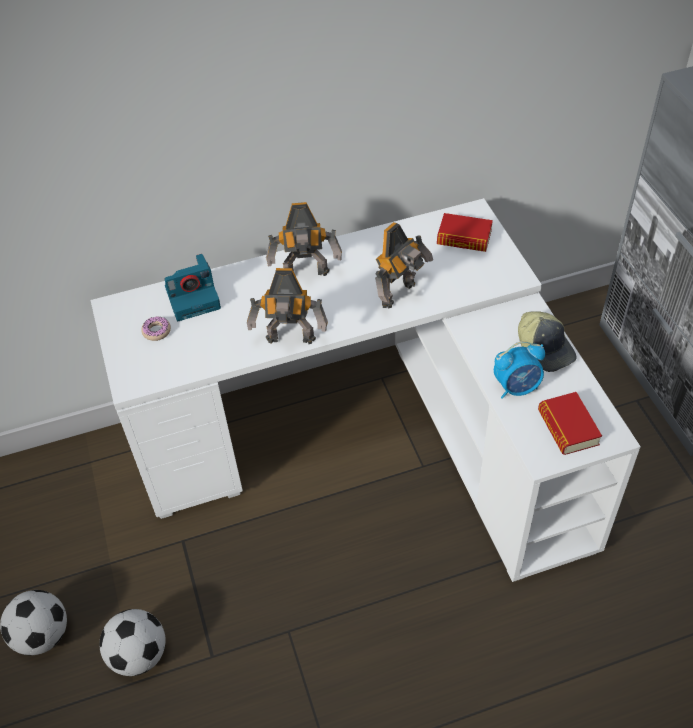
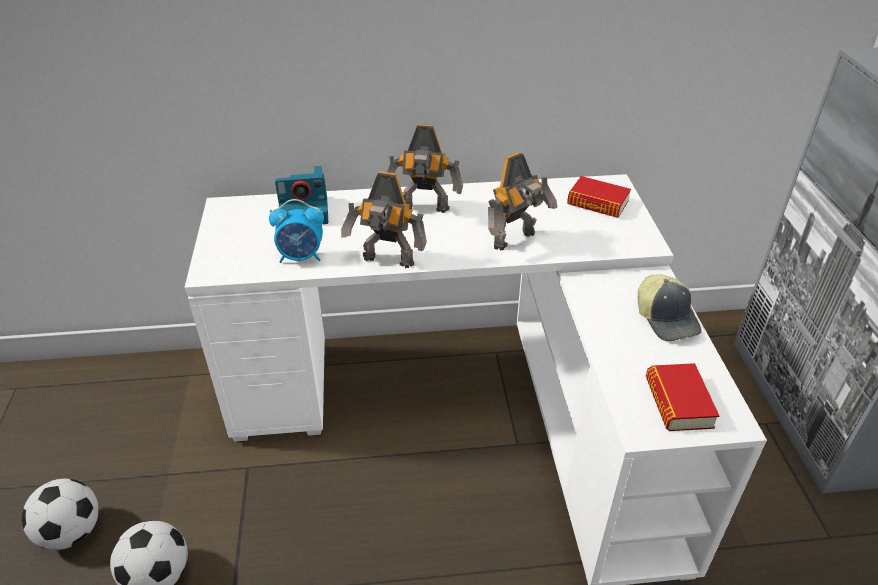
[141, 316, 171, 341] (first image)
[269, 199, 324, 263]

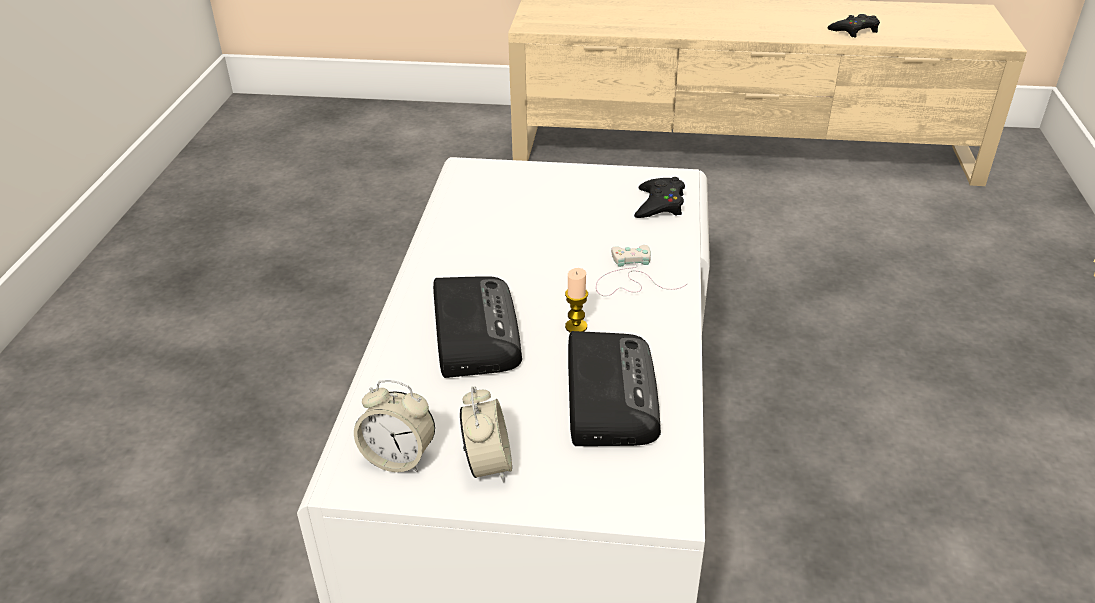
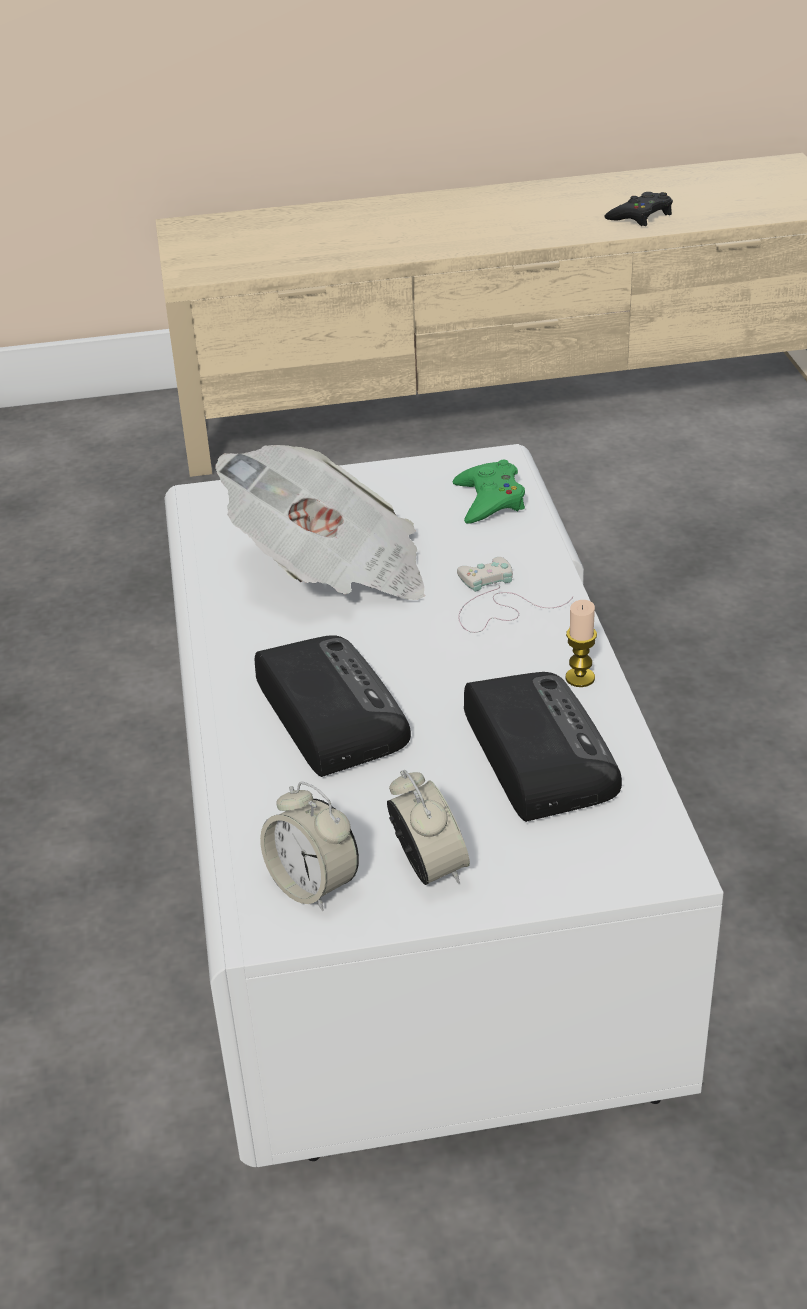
[215, 445, 425, 600]
[565, 600, 597, 687]
[453, 460, 525, 523]
[260, 781, 359, 911]

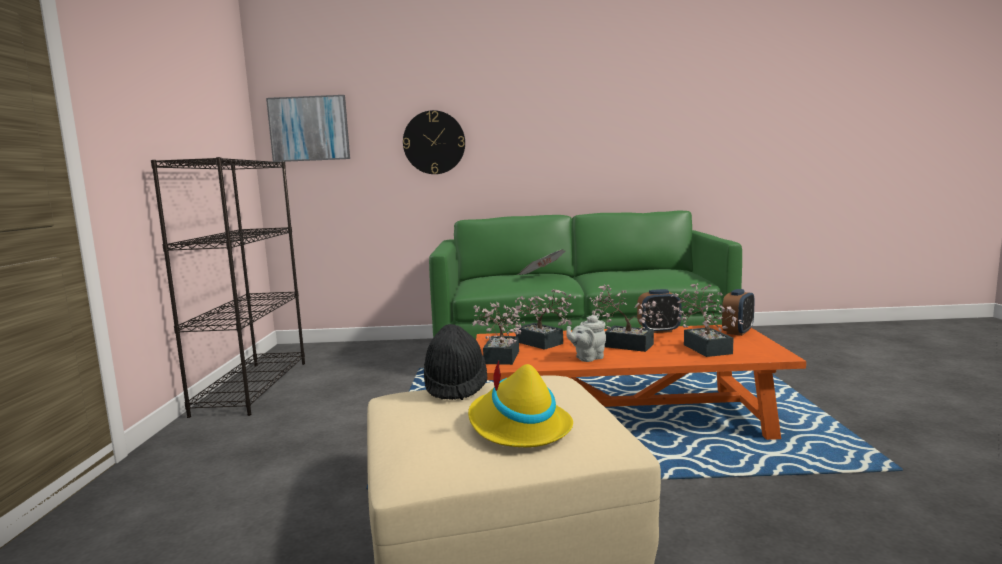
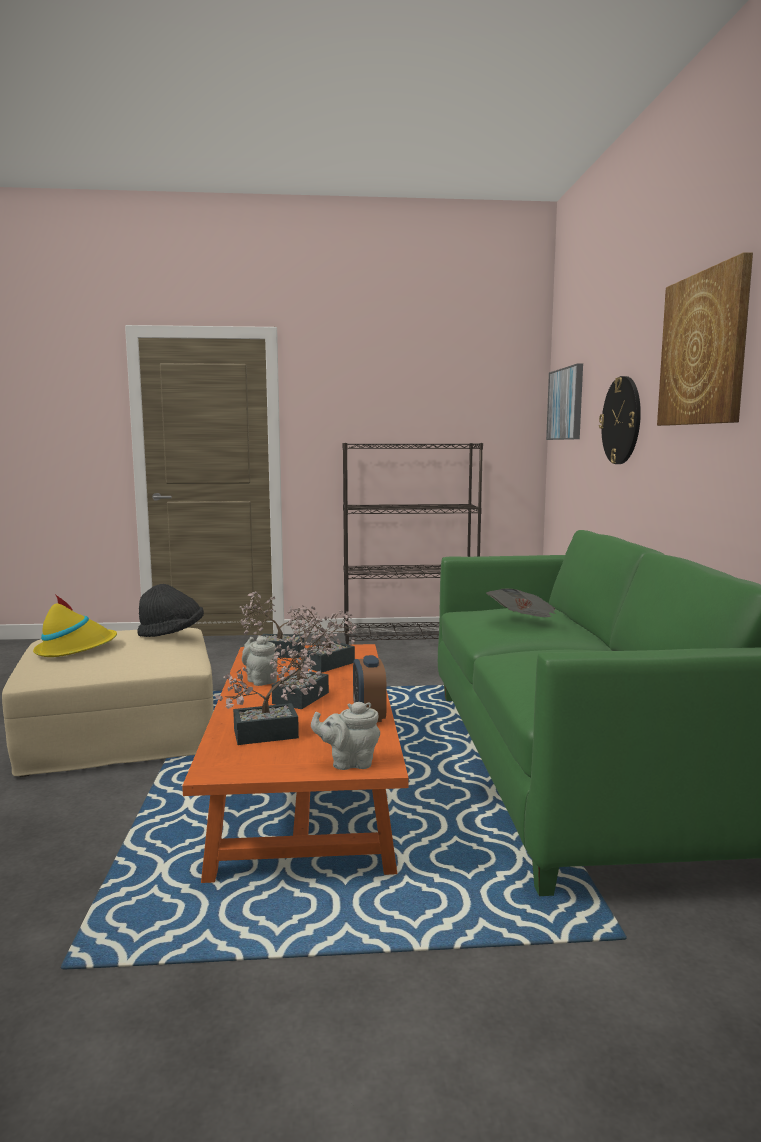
[657, 252, 753, 426]
[311, 702, 380, 770]

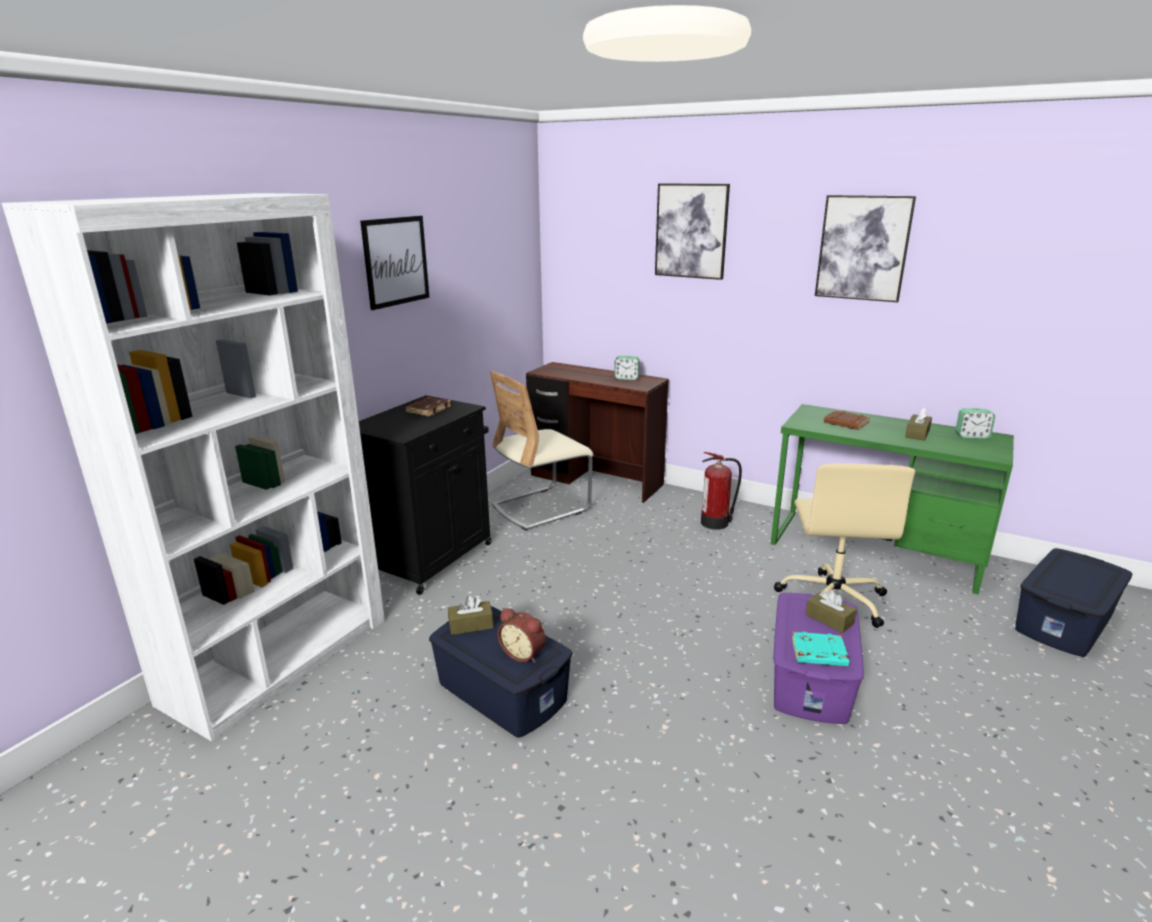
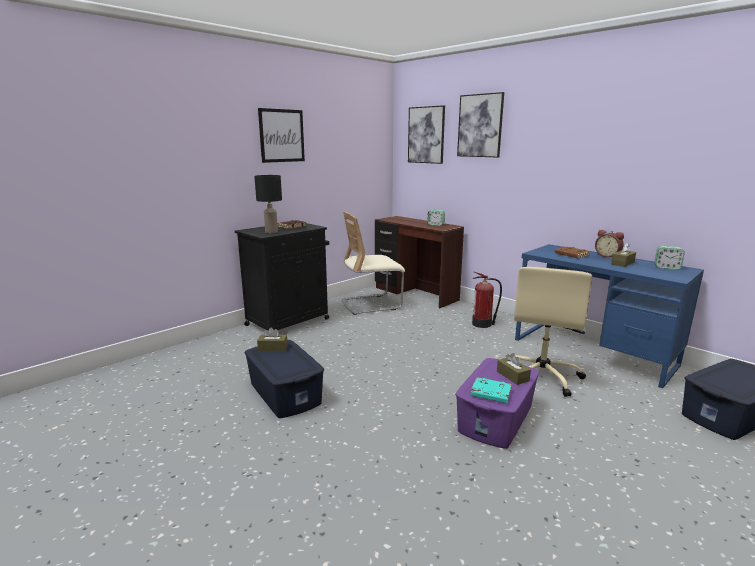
[2, 193, 385, 741] (first image)
[254, 175, 282, 233]
[595, 230, 624, 257]
[408, 105, 445, 164]
[515, 244, 704, 388]

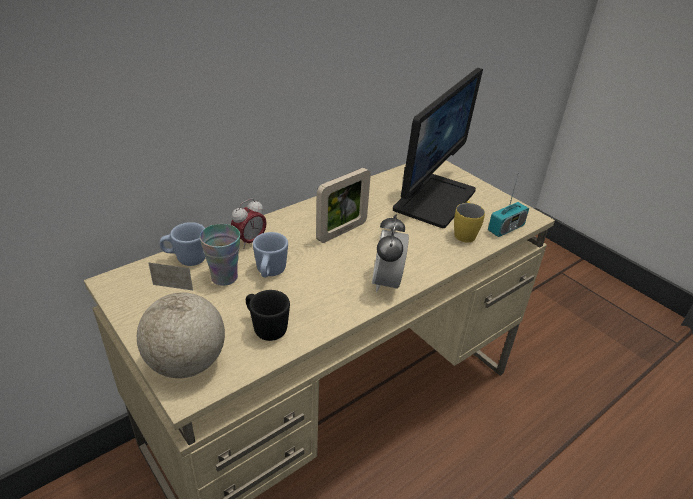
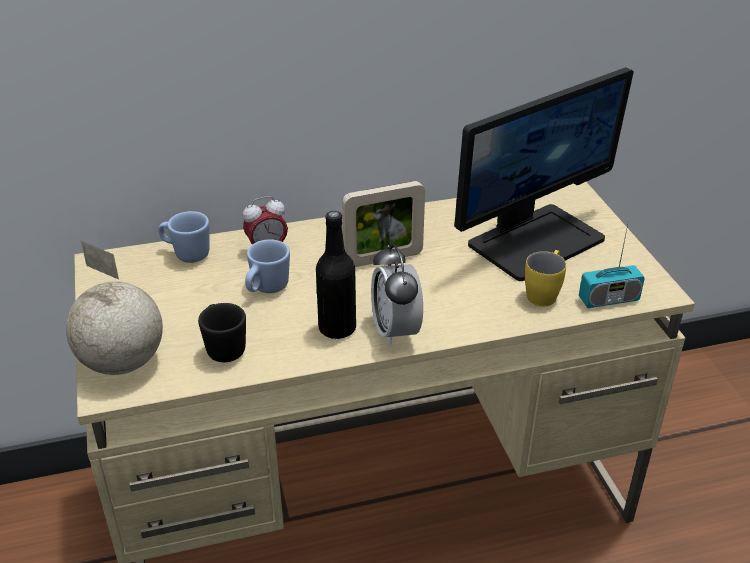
[200, 224, 240, 286] (first image)
[316, 211, 356, 339]
[371, 244, 423, 347]

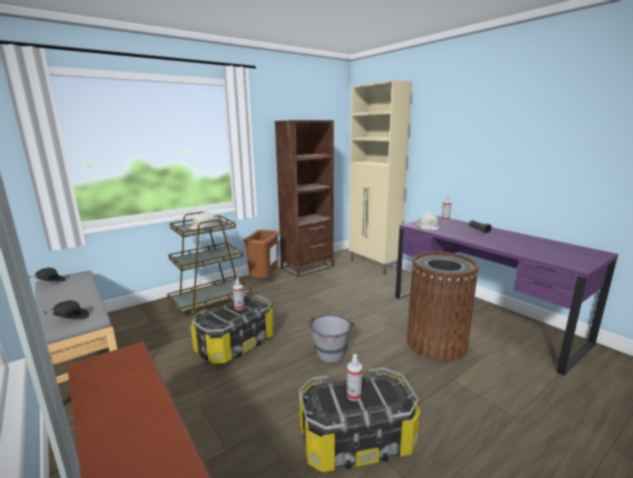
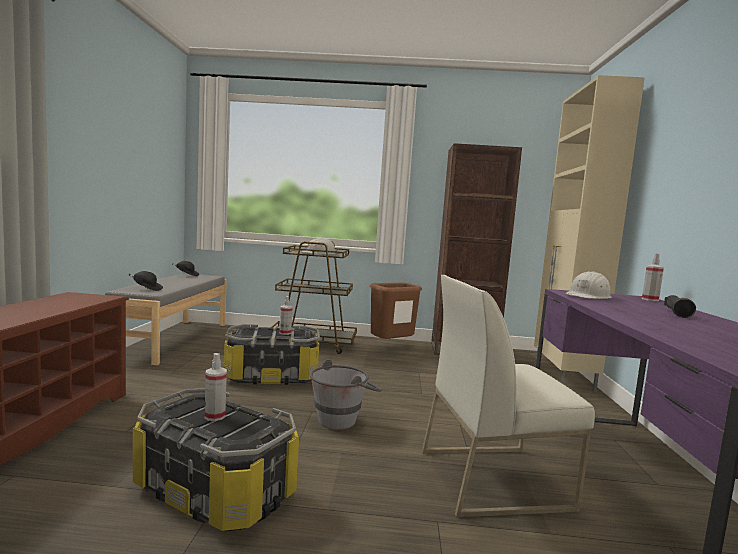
[422, 275, 595, 517]

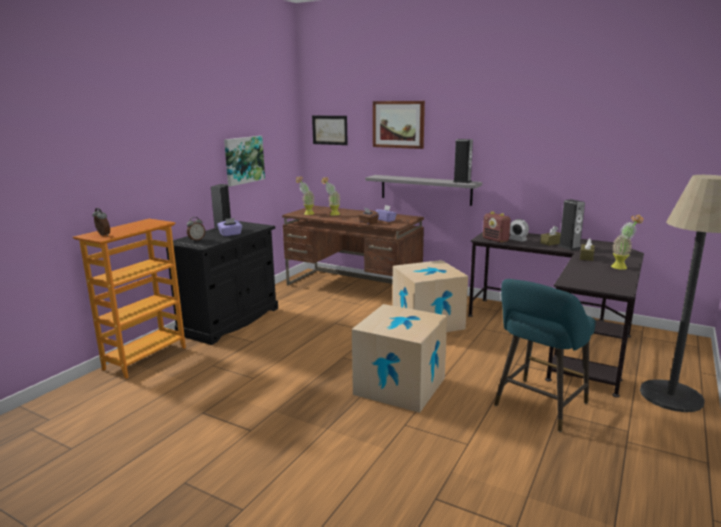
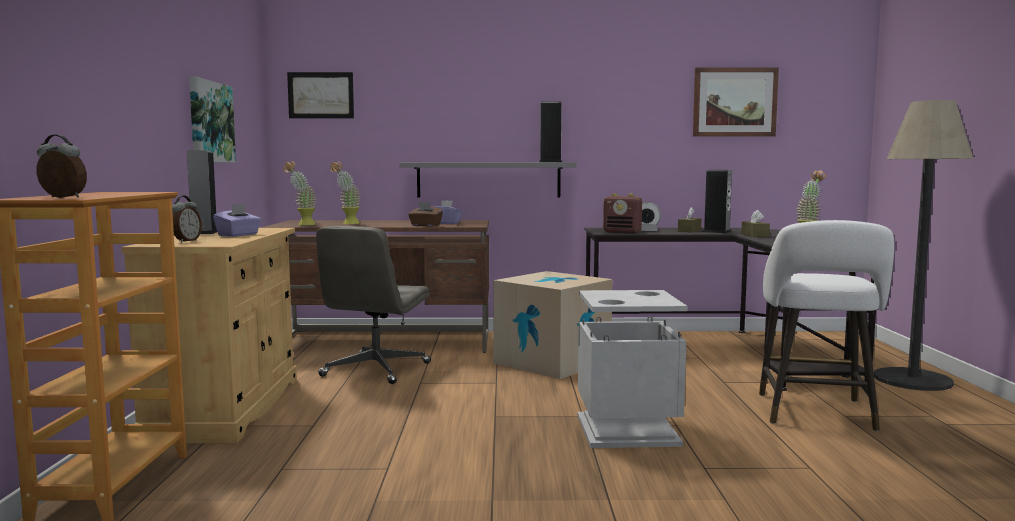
[316, 226, 431, 384]
[693, 68, 779, 136]
[578, 290, 688, 448]
[121, 228, 297, 443]
[759, 220, 894, 432]

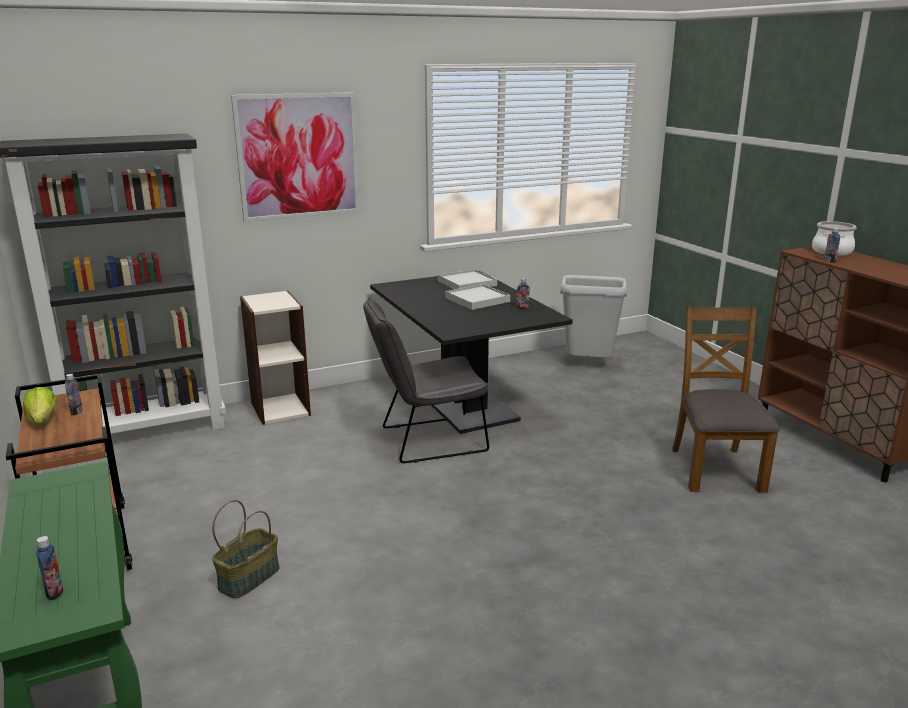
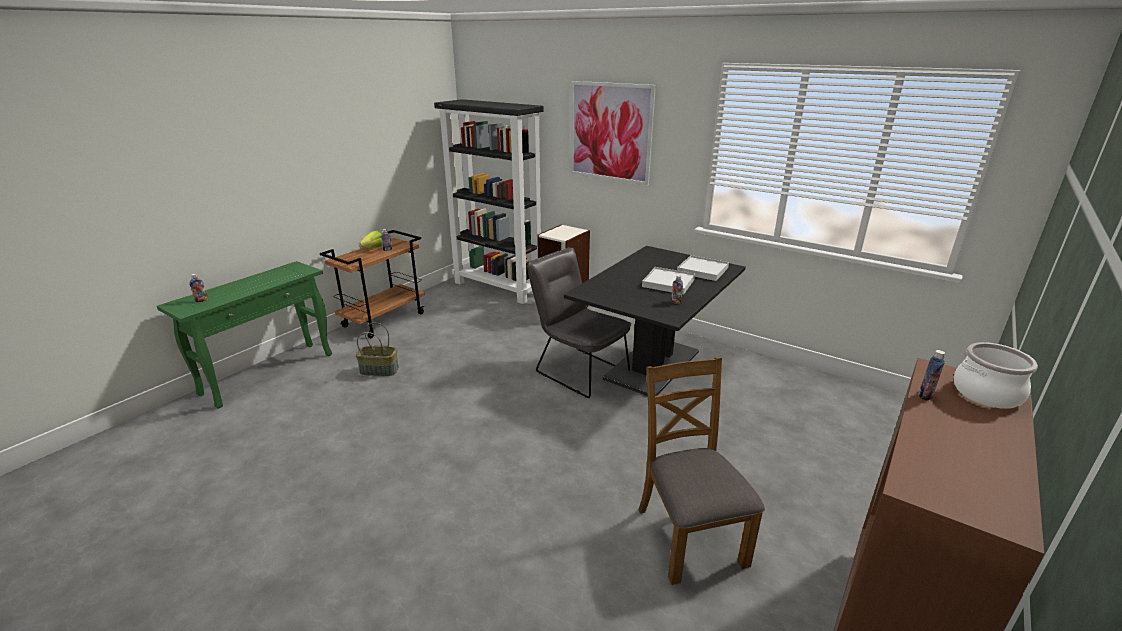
[560, 275, 627, 358] (first image)
[638, 357, 765, 585]

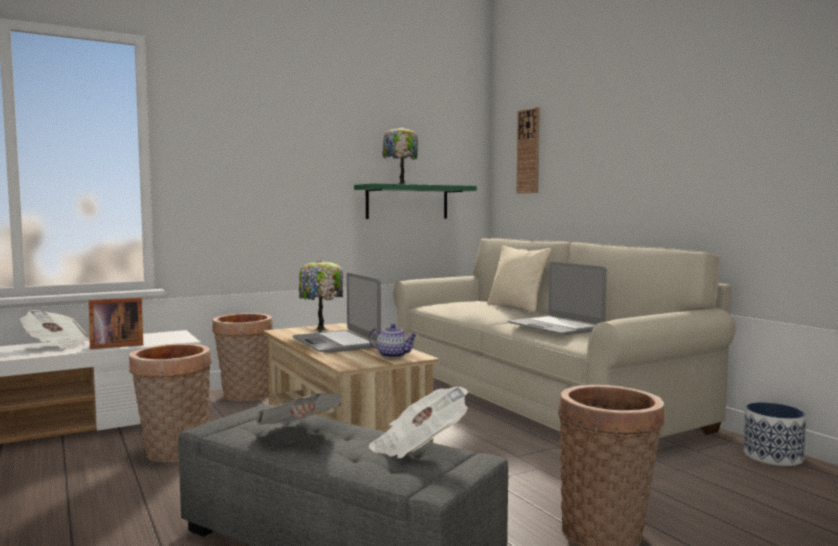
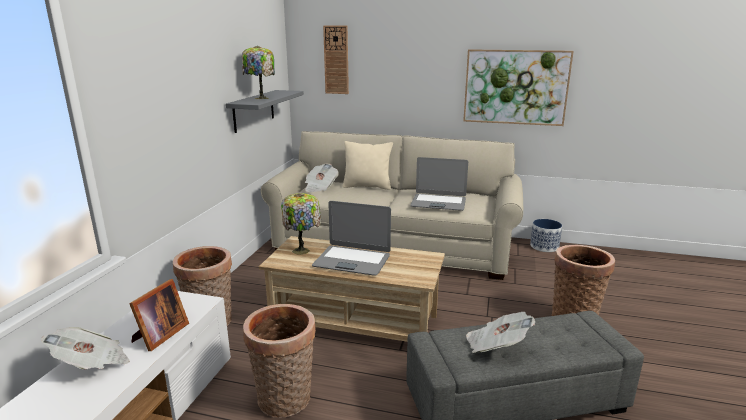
[369, 324, 418, 358] (first image)
[463, 49, 574, 126]
[305, 163, 339, 192]
[226, 90, 304, 133]

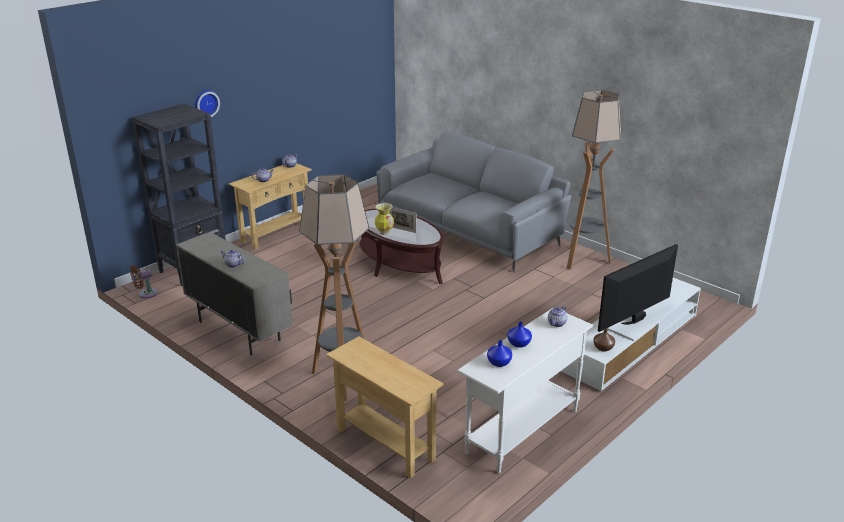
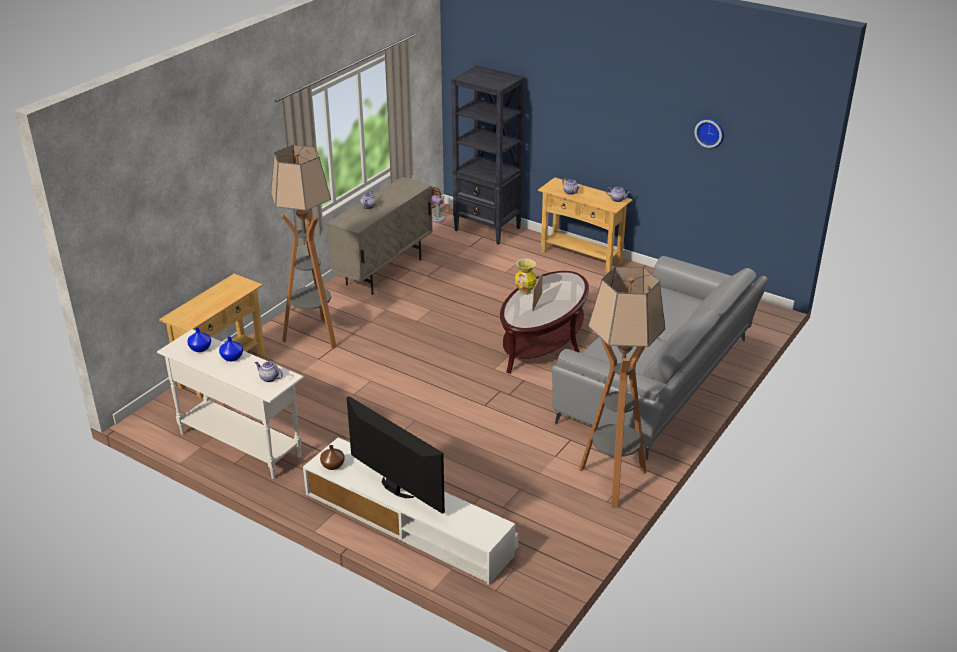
[694, 118, 724, 148]

